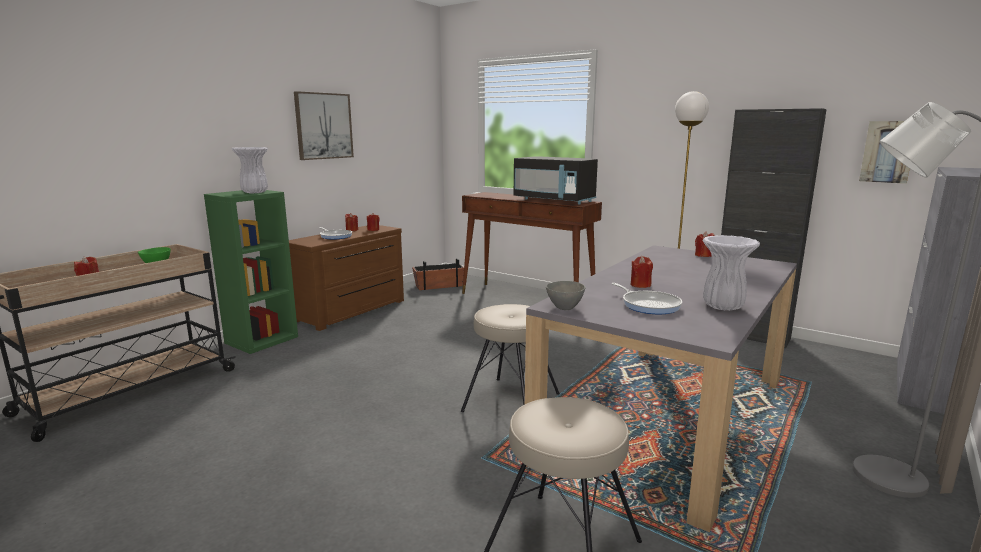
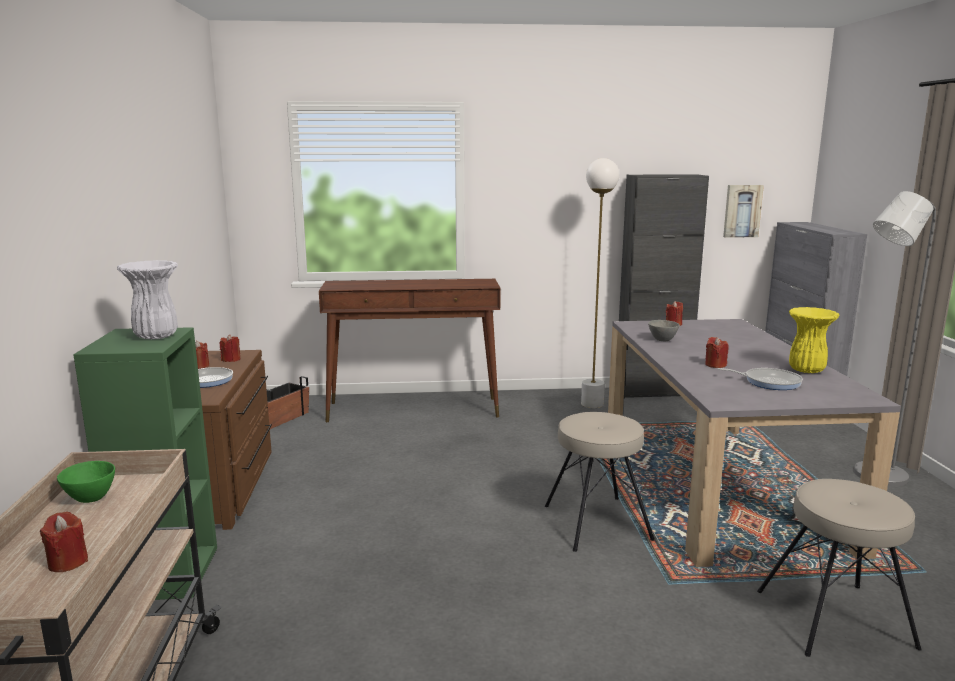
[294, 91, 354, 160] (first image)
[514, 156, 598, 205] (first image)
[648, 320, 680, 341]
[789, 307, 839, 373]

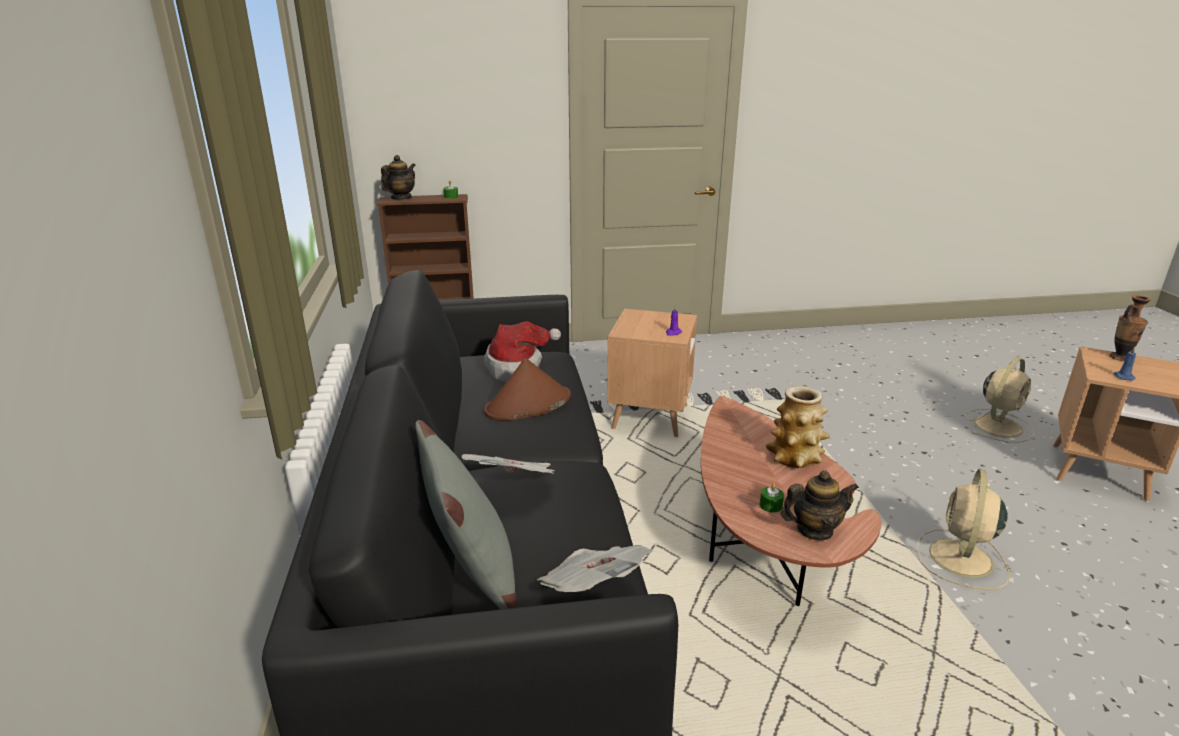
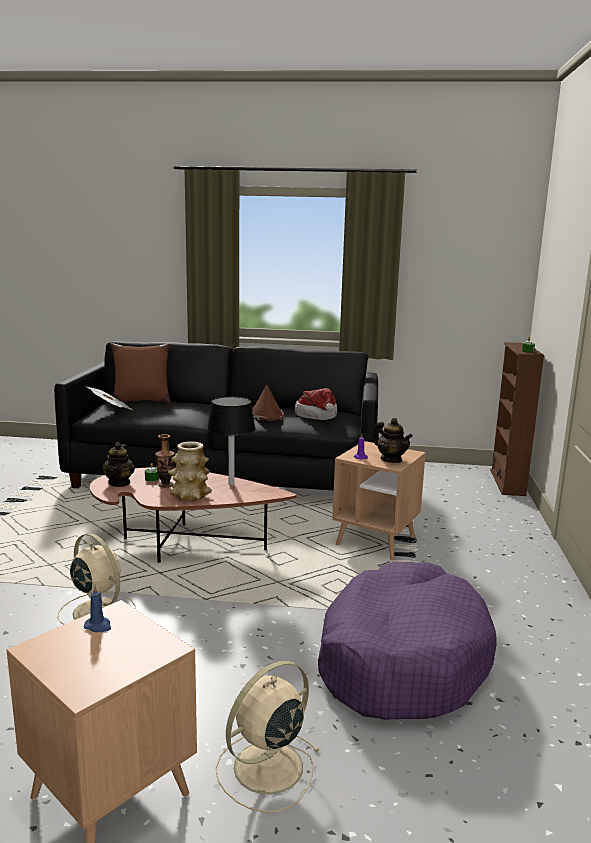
[461, 454, 555, 474] (first image)
[207, 397, 256, 485]
[318, 562, 497, 720]
[373, 418, 413, 463]
[155, 434, 175, 488]
[111, 343, 171, 403]
[215, 661, 320, 813]

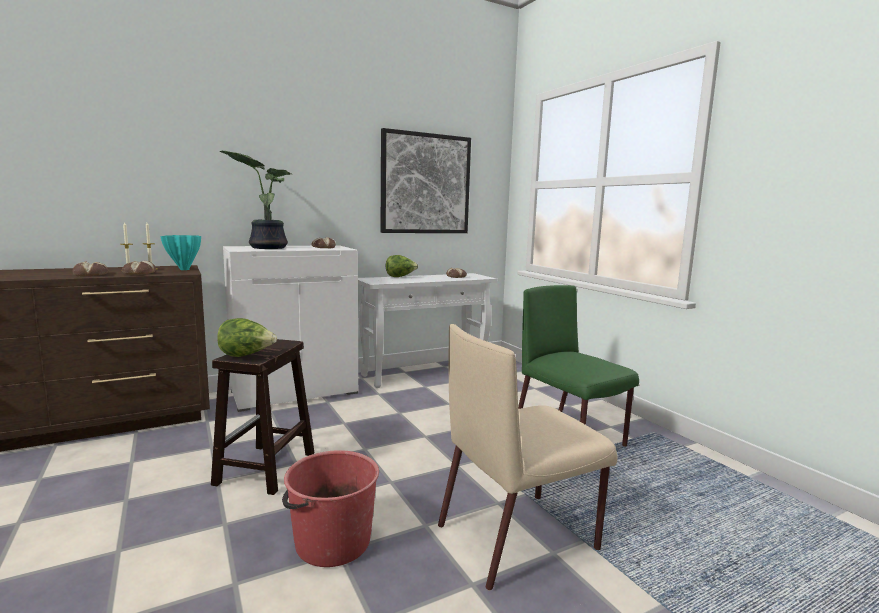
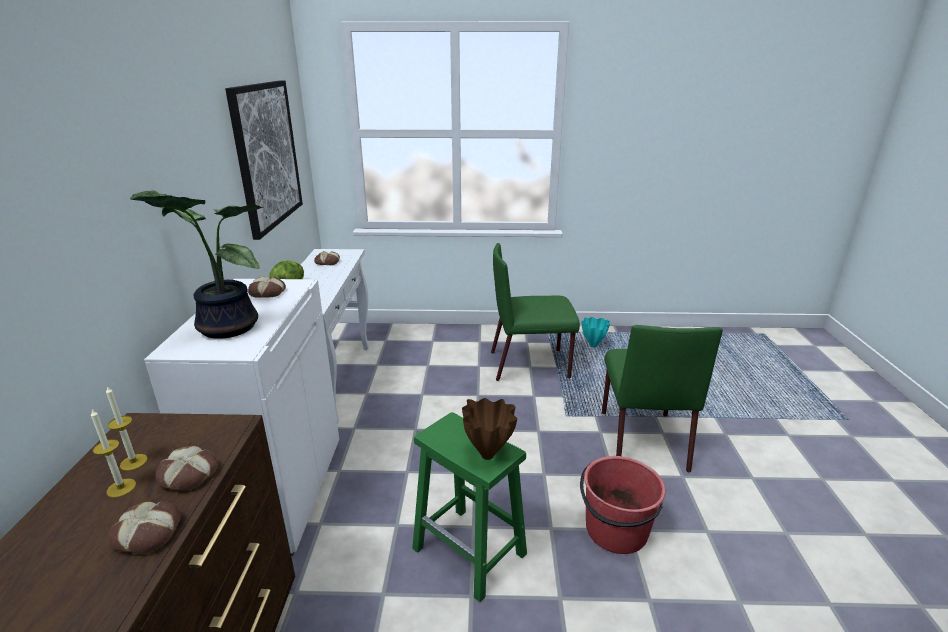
[581, 317, 610, 348]
[462, 398, 517, 460]
[412, 412, 527, 602]
[602, 325, 723, 472]

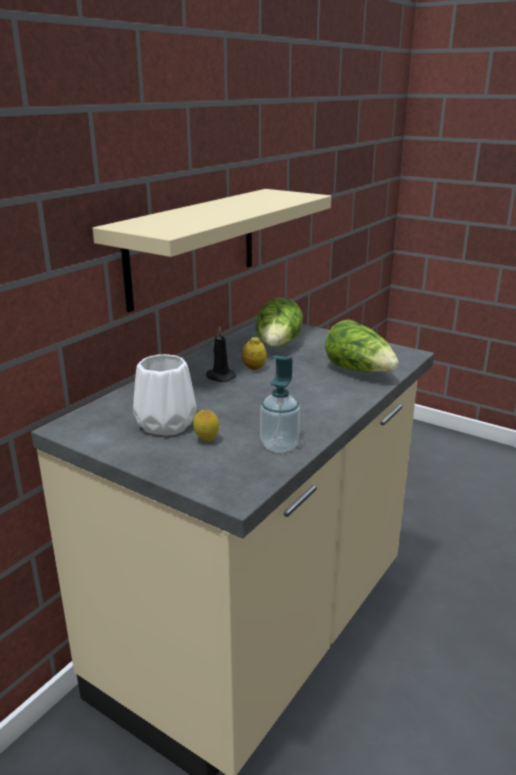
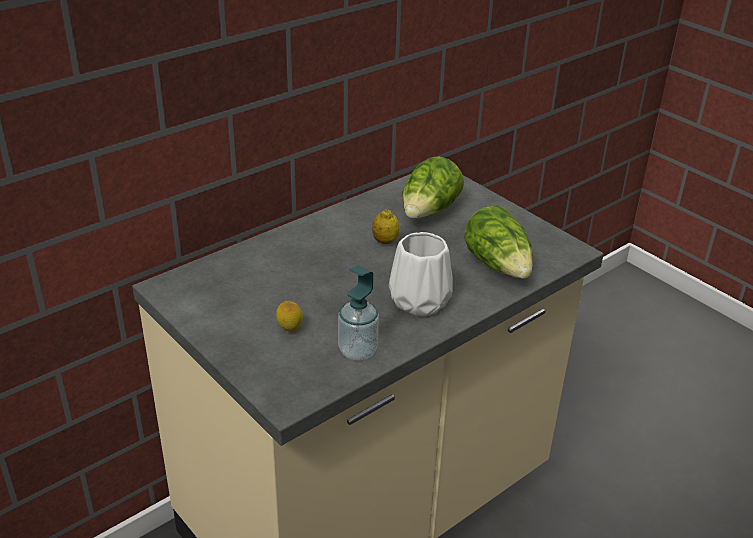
[93, 189, 331, 312] (first image)
[206, 326, 236, 382] (first image)
[389, 232, 453, 316]

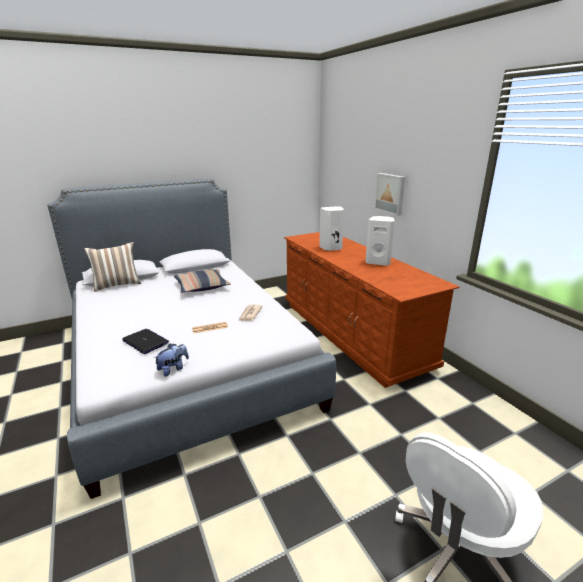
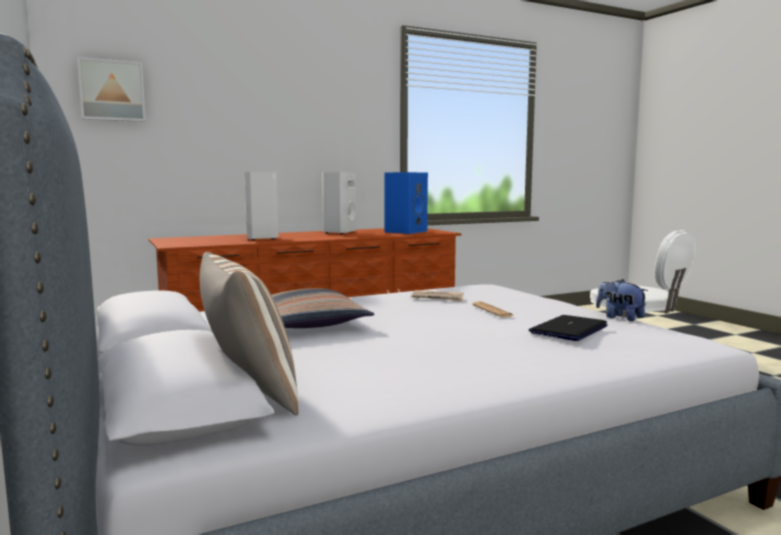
[385, 172, 428, 234]
[77, 57, 146, 122]

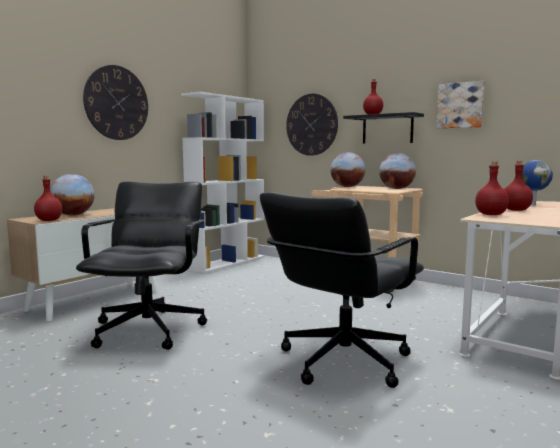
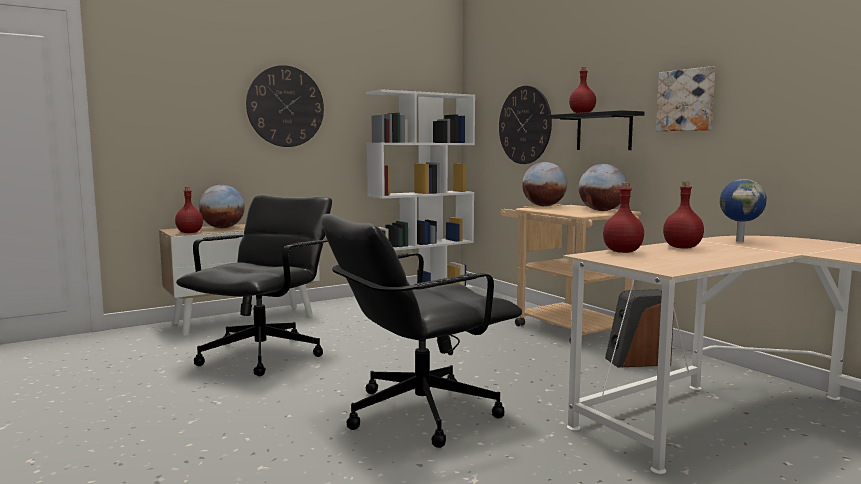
[605, 289, 674, 367]

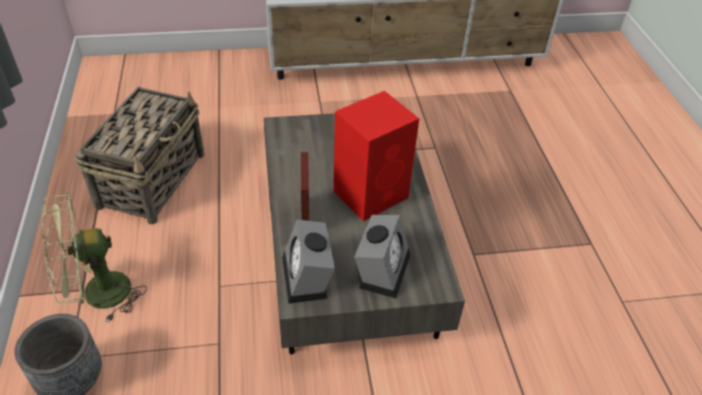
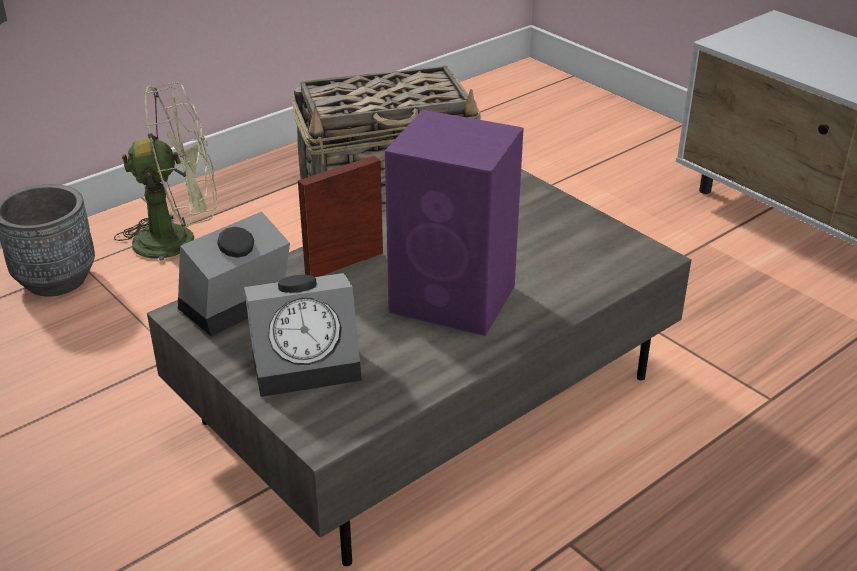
[385, 110, 524, 336]
[114, 82, 217, 265]

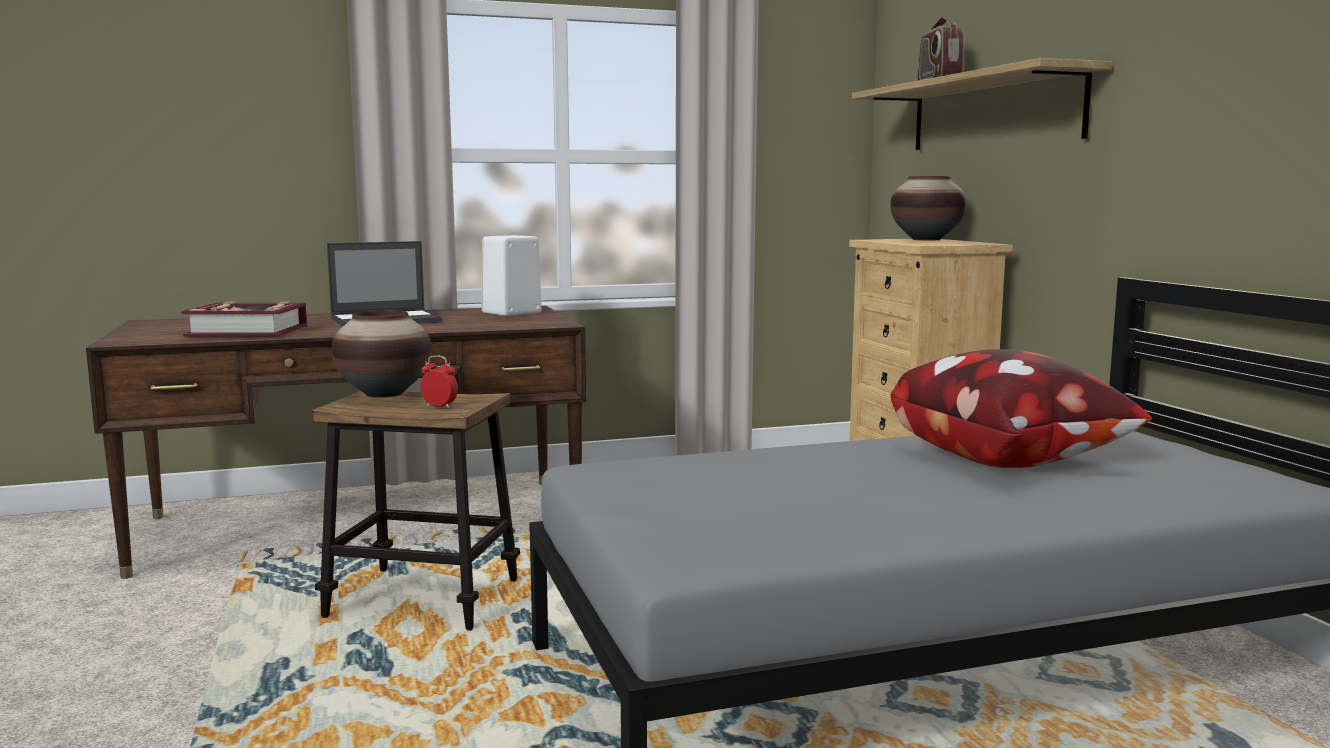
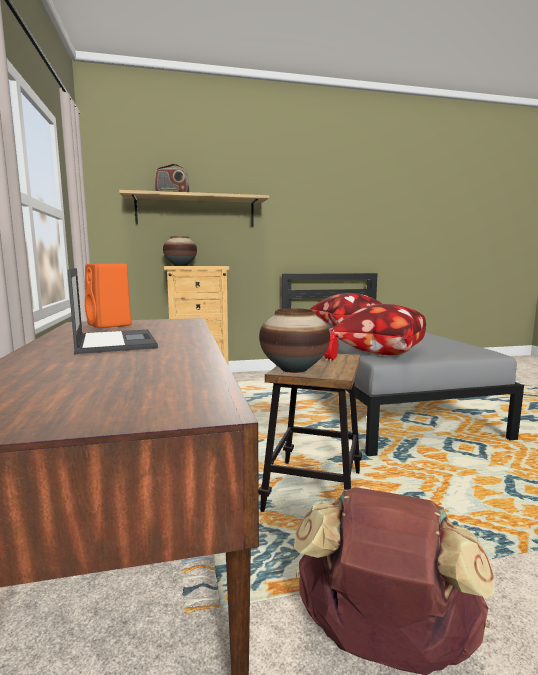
[181, 301, 307, 336] (first image)
[294, 487, 495, 675]
[330, 304, 426, 355]
[85, 264, 131, 328]

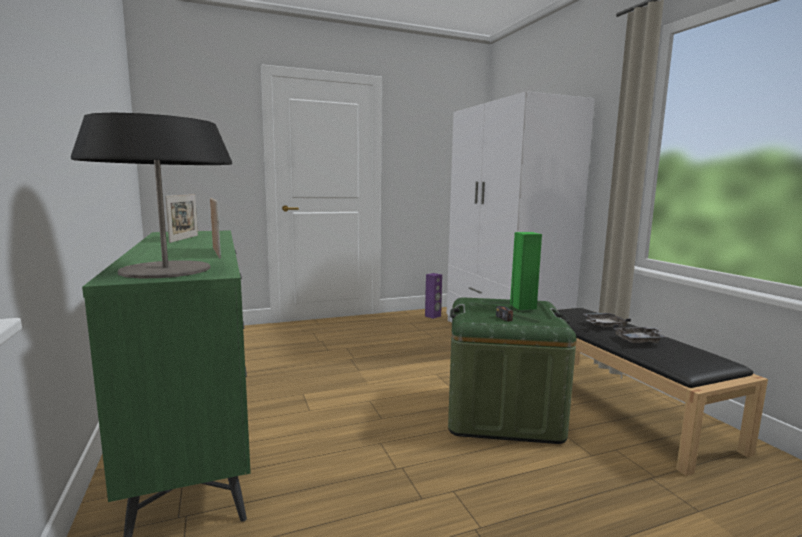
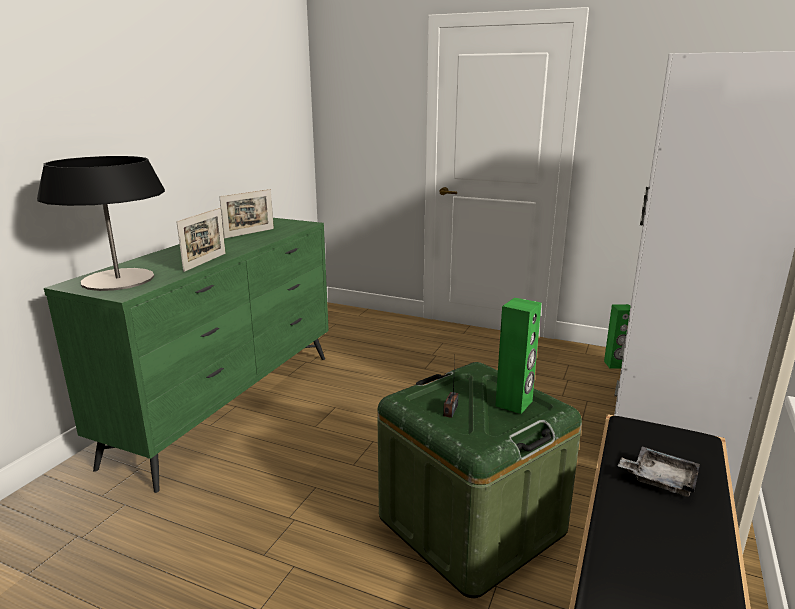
[613, 324, 665, 343] (first image)
[604, 304, 631, 368]

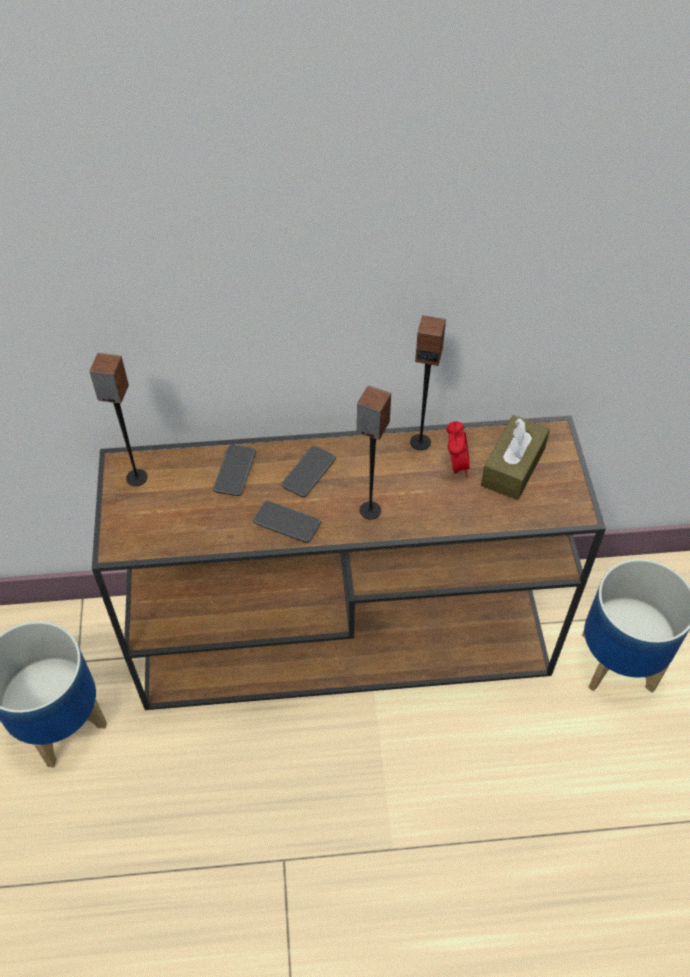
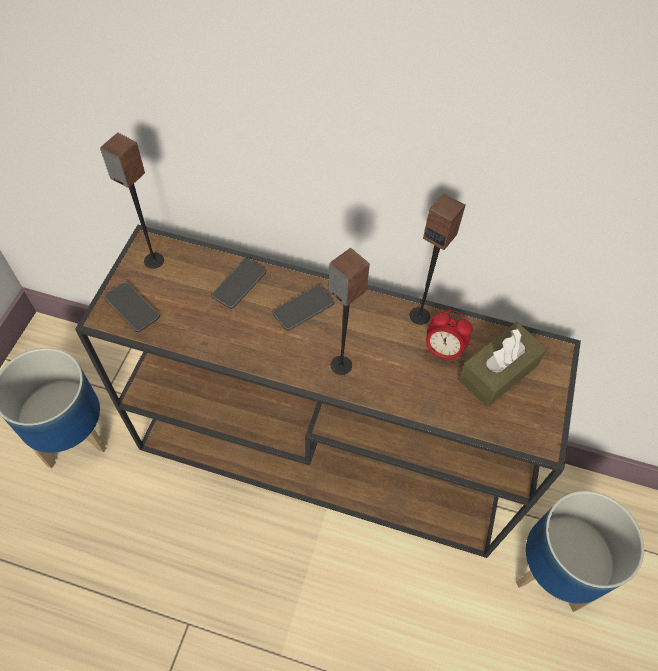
[104, 282, 160, 332]
[425, 310, 473, 364]

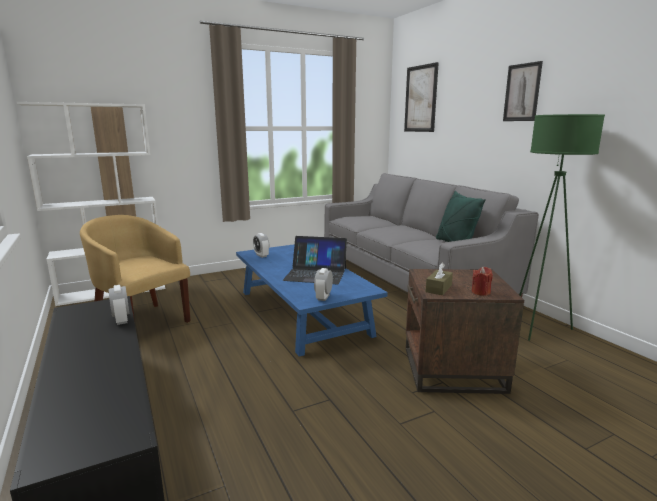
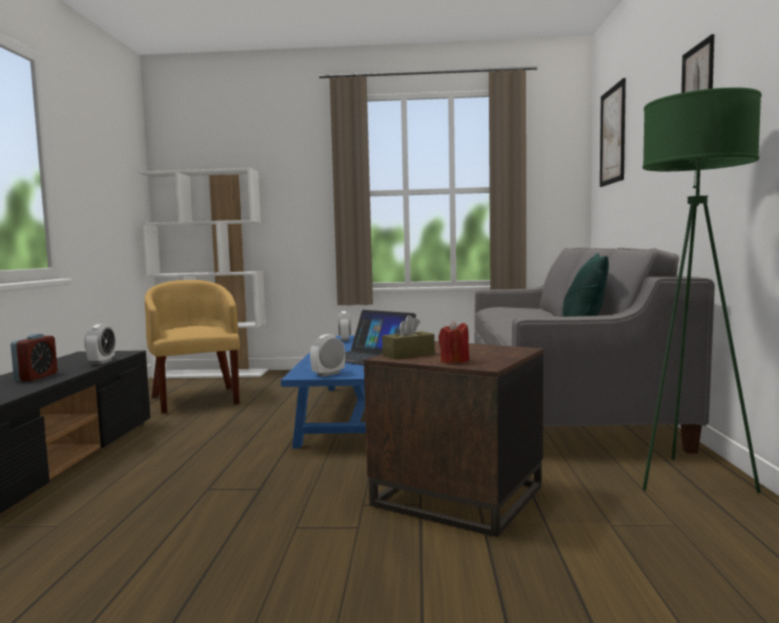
[11, 334, 58, 381]

